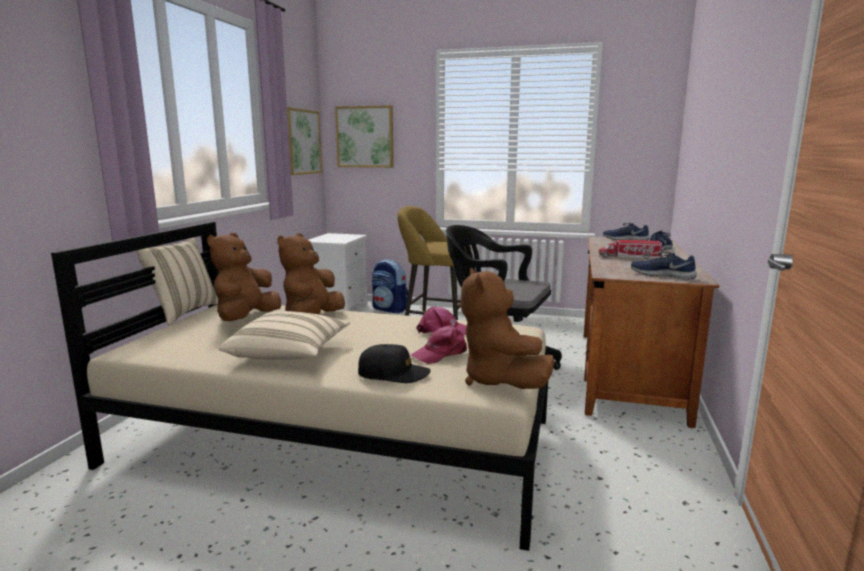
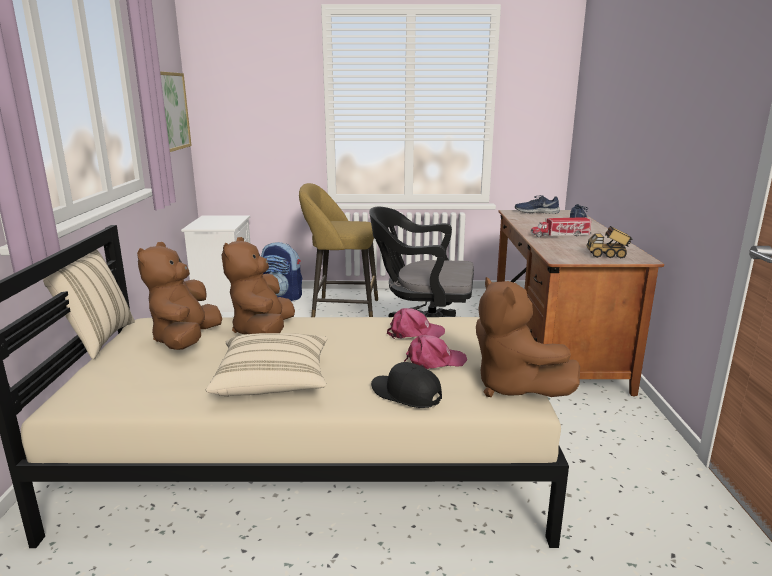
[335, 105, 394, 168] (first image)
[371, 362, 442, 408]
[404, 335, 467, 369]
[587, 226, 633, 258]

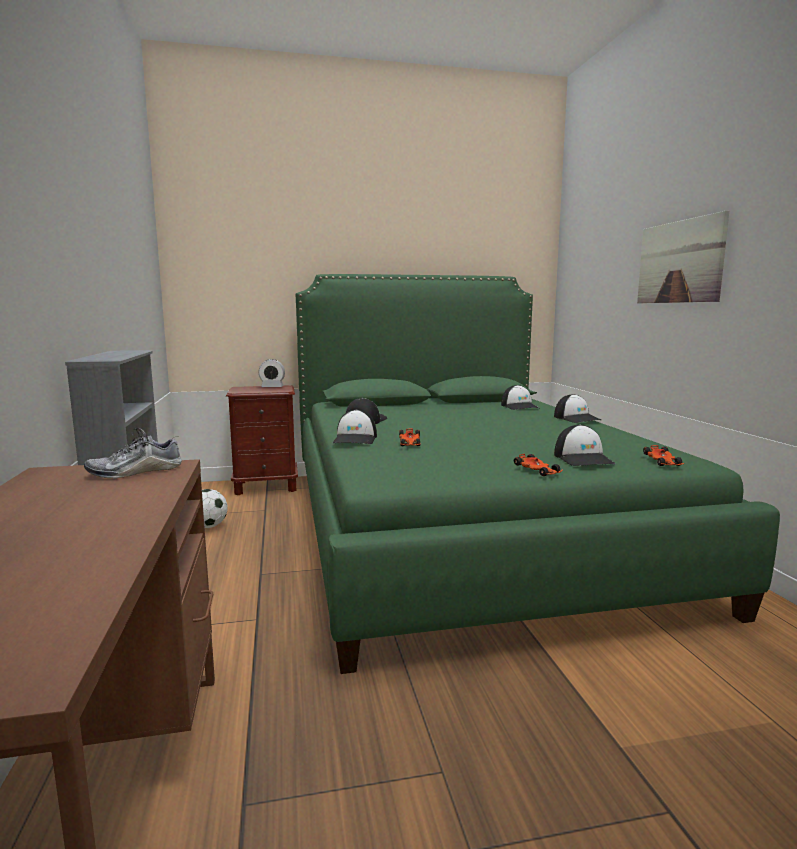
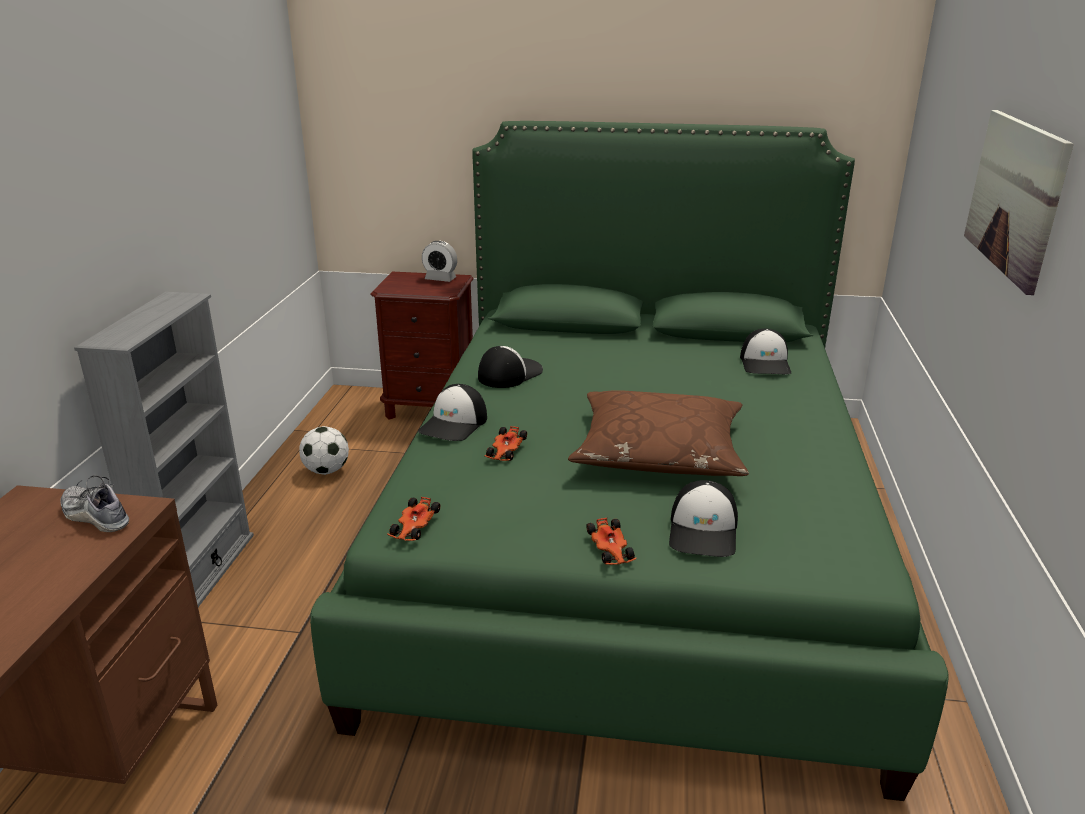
[60, 475, 129, 532]
[554, 394, 601, 423] (first image)
[387, 497, 440, 541]
[568, 390, 749, 476]

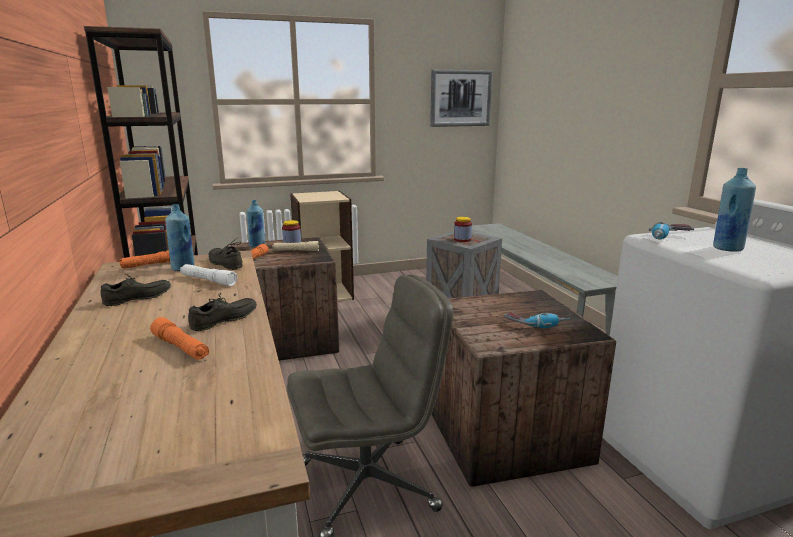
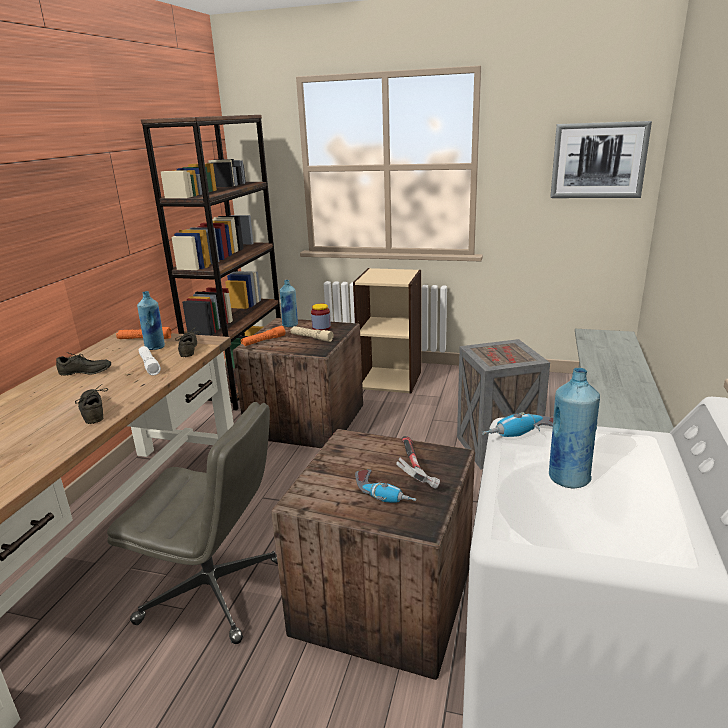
[150, 317, 209, 360] (first image)
[75, 384, 108, 424]
[454, 217, 472, 242] (first image)
[396, 436, 440, 489]

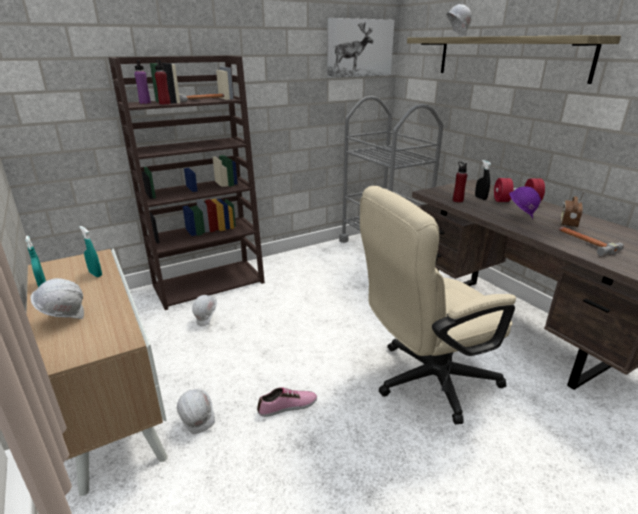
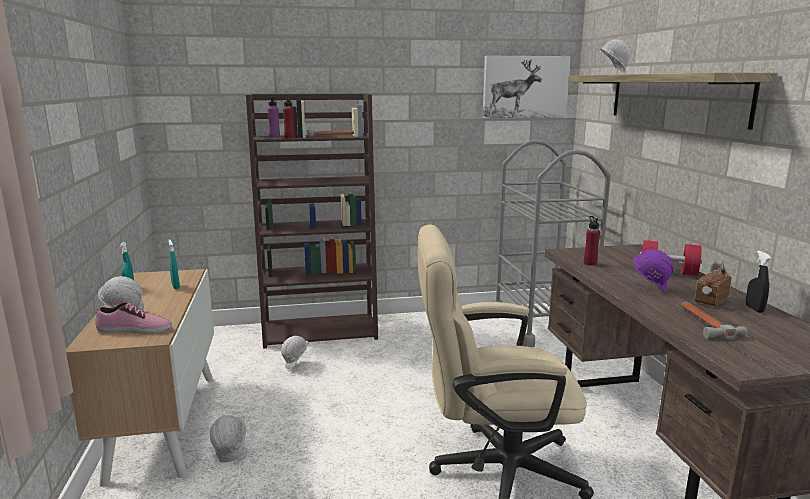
[96, 302, 172, 334]
[746, 251, 771, 313]

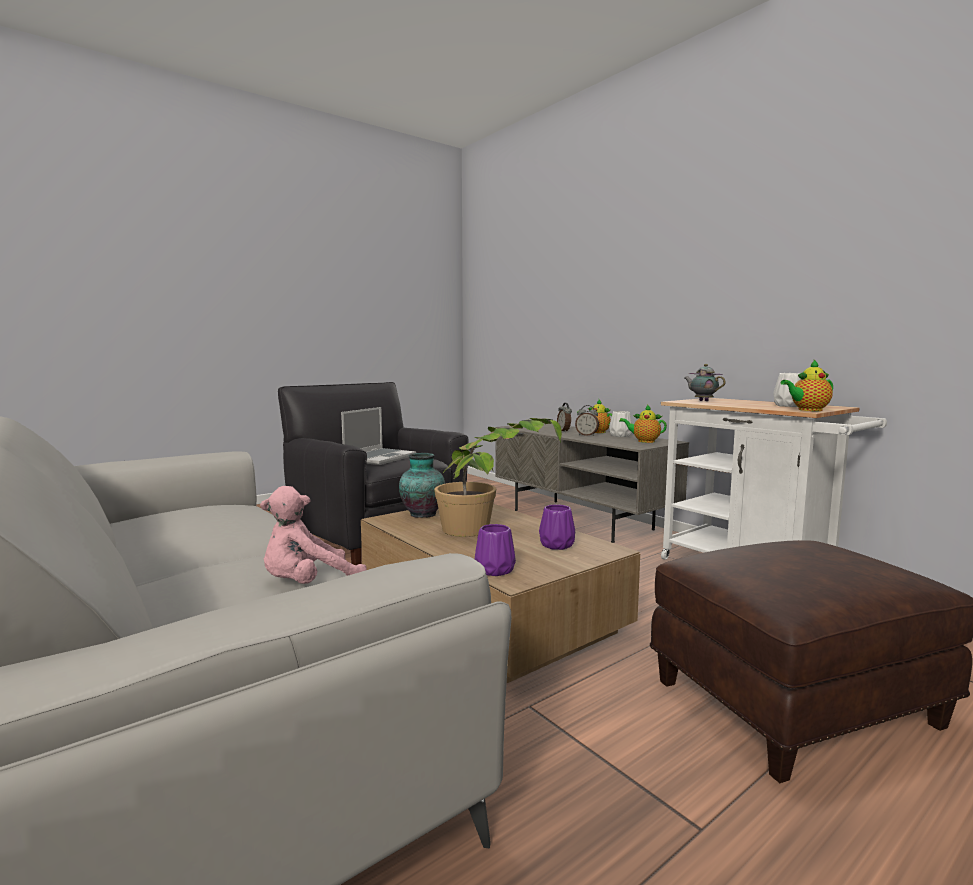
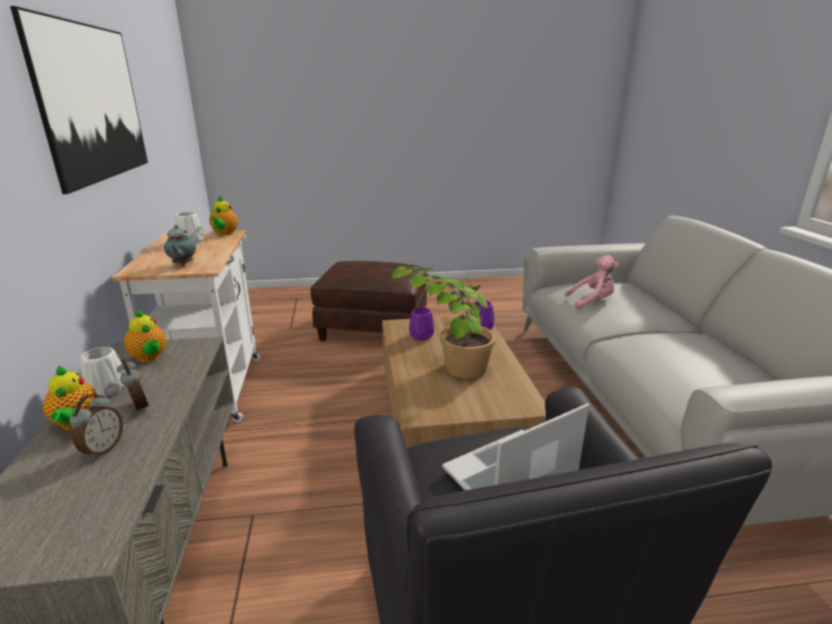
[399, 453, 445, 518] (first image)
[209, 195, 238, 236]
[10, 6, 148, 194]

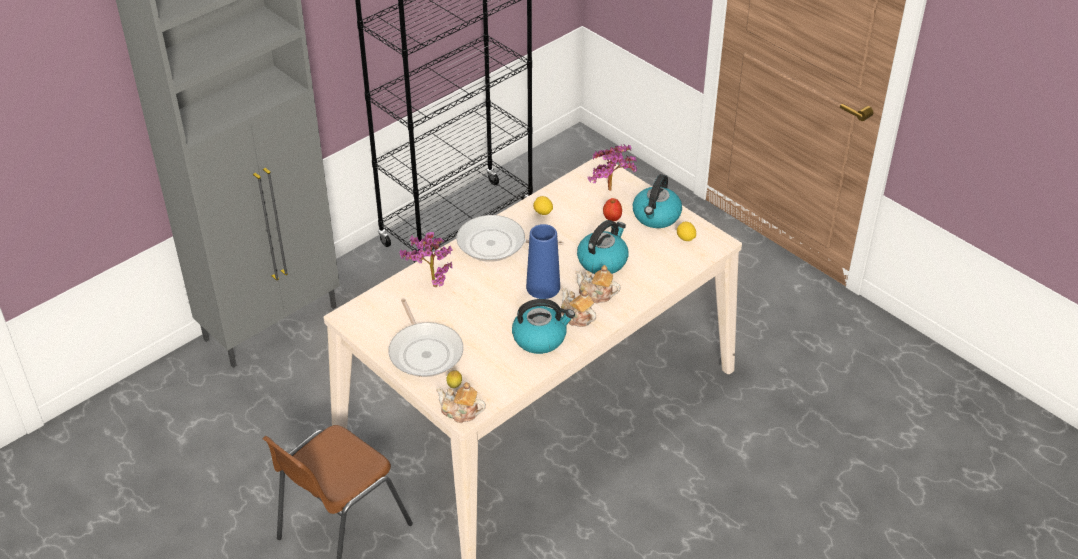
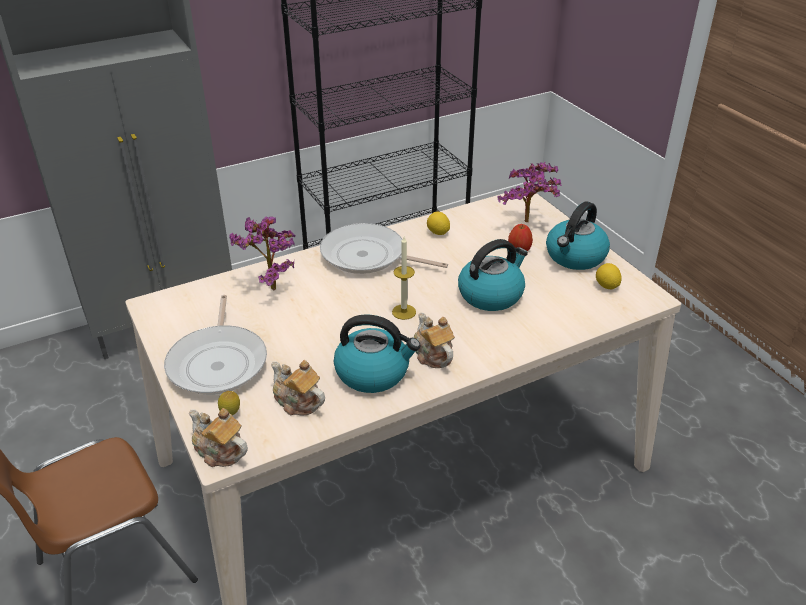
[392, 237, 416, 320]
[271, 360, 325, 415]

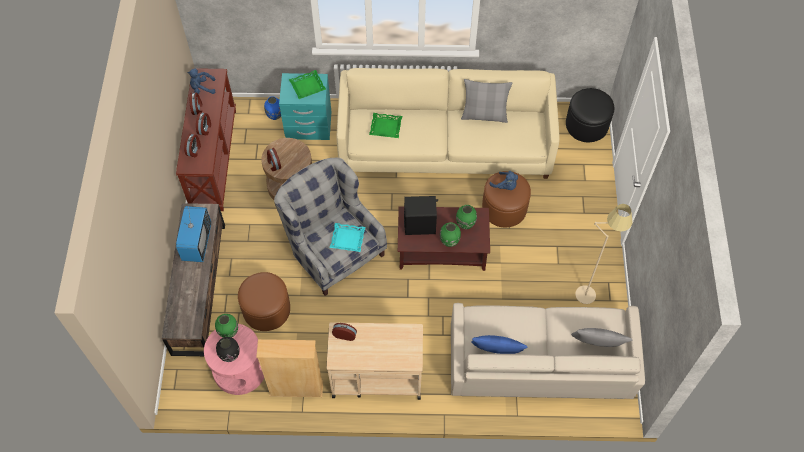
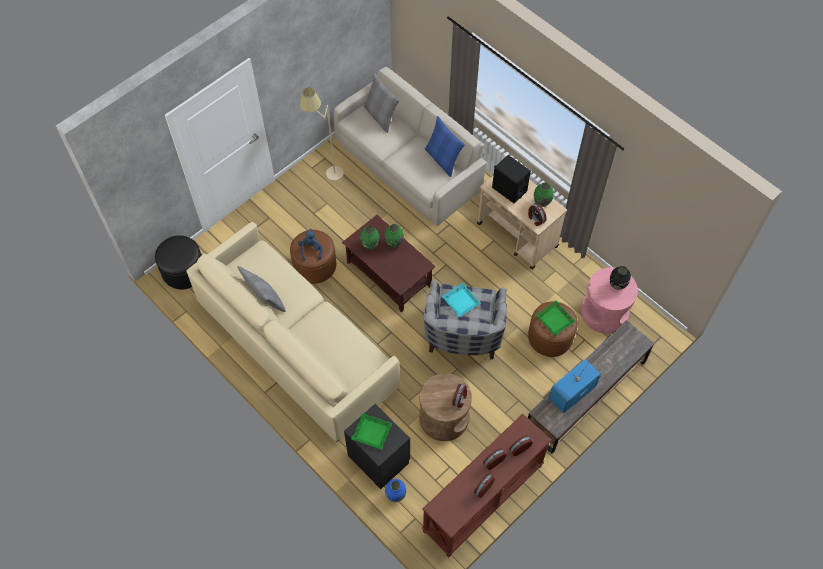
[187, 68, 215, 94] (first image)
[534, 182, 554, 207]
[256, 339, 323, 397] (first image)
[344, 404, 410, 489]
[536, 301, 575, 336]
[492, 155, 531, 203]

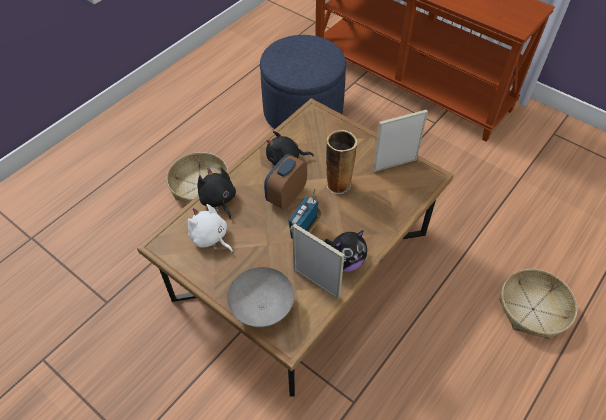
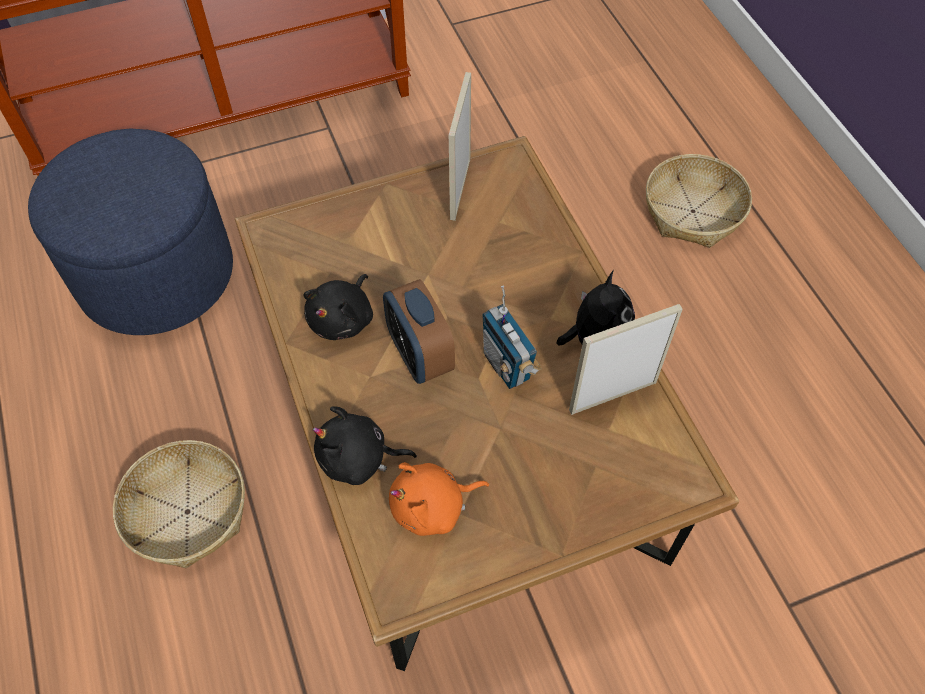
[389, 462, 489, 536]
[227, 267, 294, 327] (first image)
[326, 129, 358, 195] (first image)

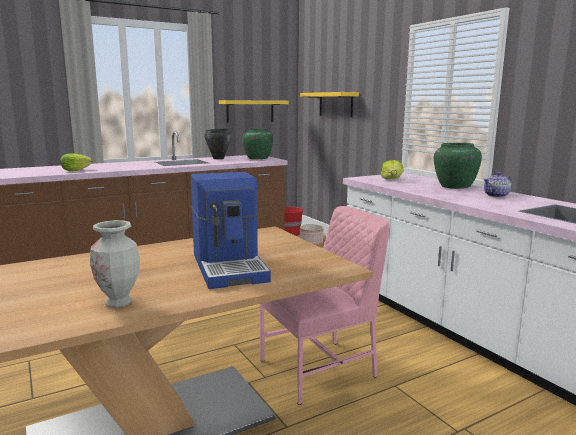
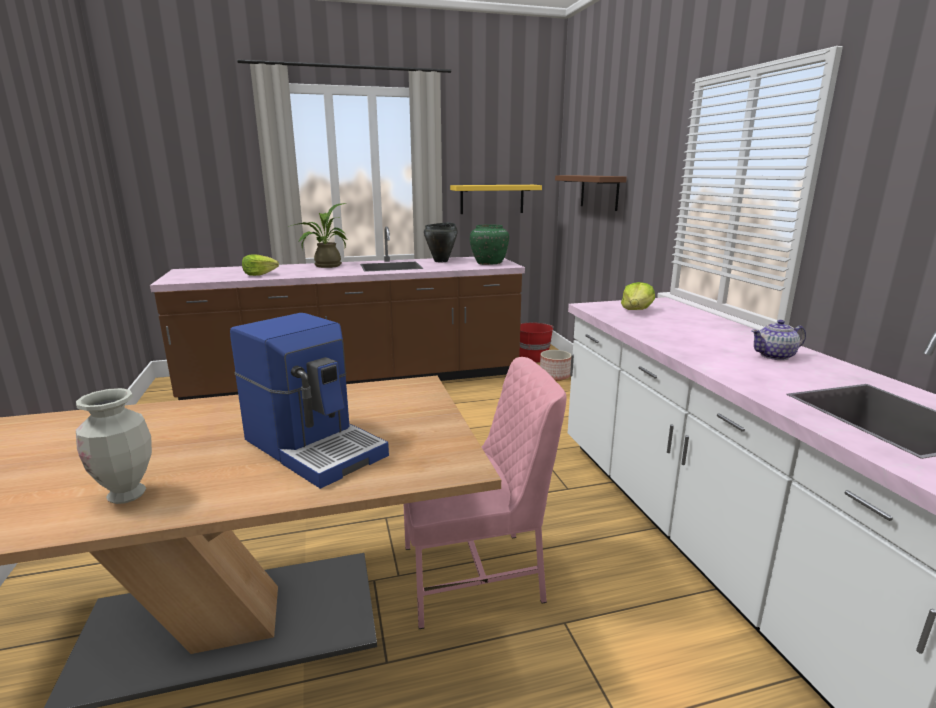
[230, 313, 389, 489]
[555, 175, 627, 211]
[434, 143, 482, 189] (first image)
[288, 203, 348, 268]

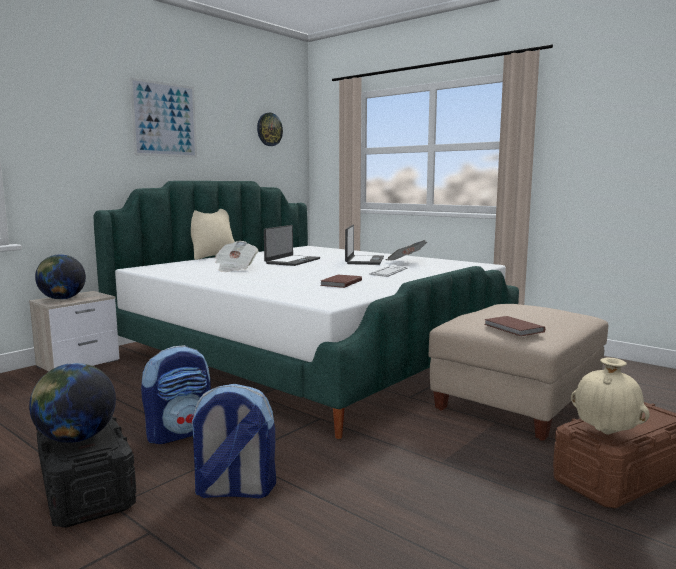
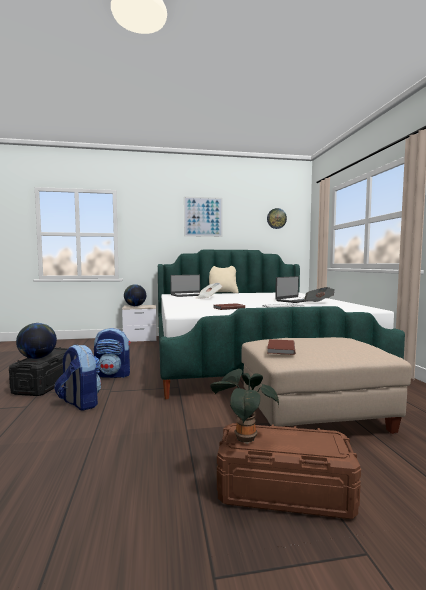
[170, 275, 200, 297]
[210, 369, 279, 444]

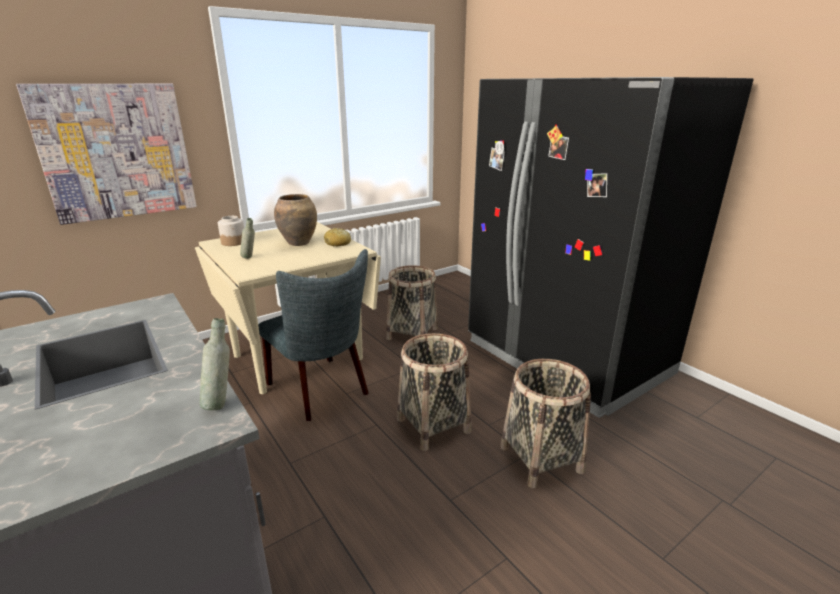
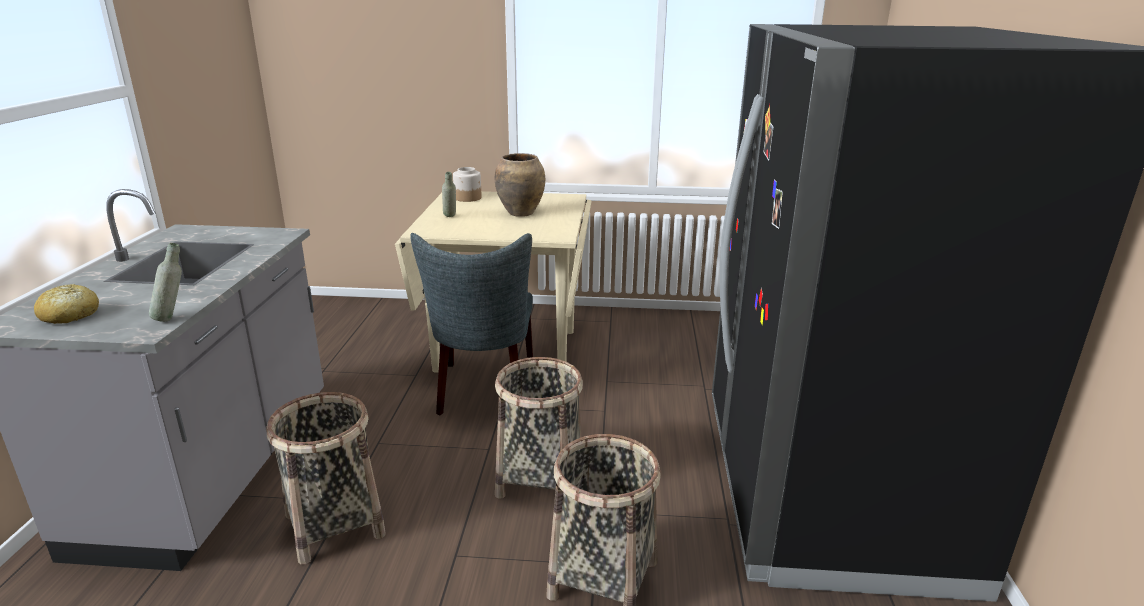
[16, 84, 197, 225] (first image)
[34, 284, 99, 324]
[267, 392, 386, 565]

